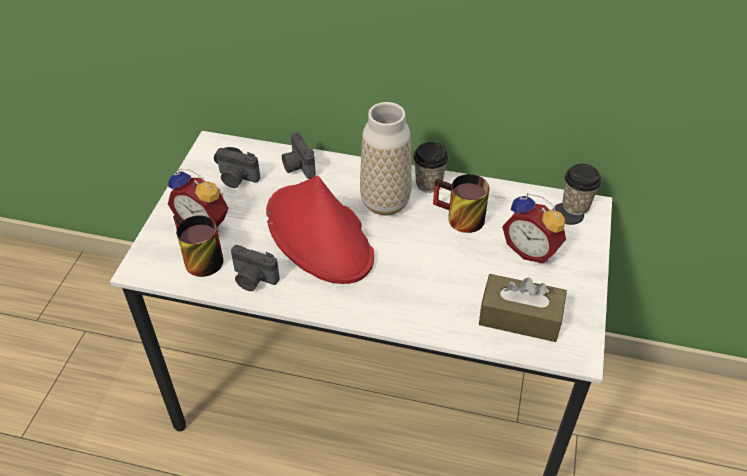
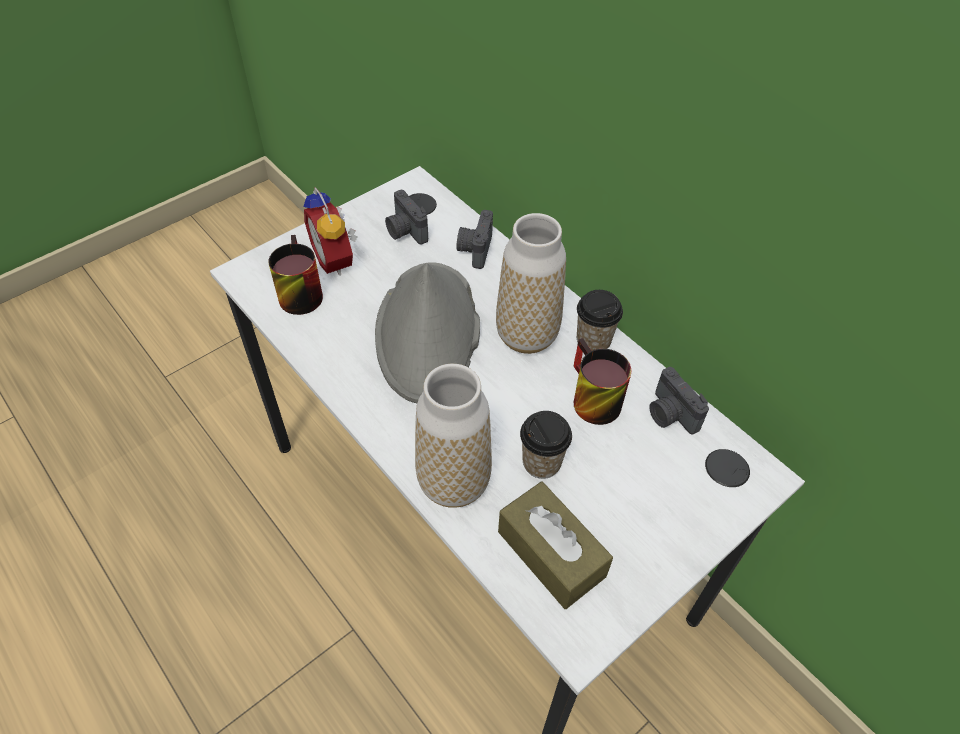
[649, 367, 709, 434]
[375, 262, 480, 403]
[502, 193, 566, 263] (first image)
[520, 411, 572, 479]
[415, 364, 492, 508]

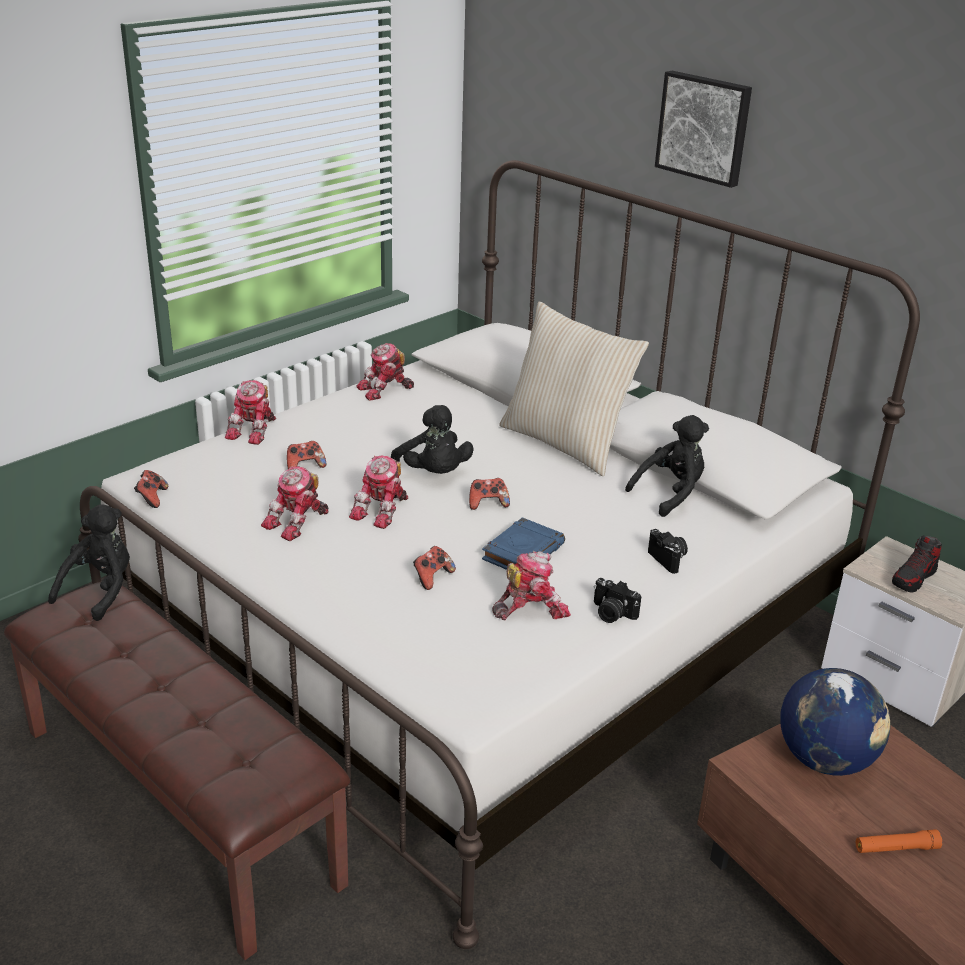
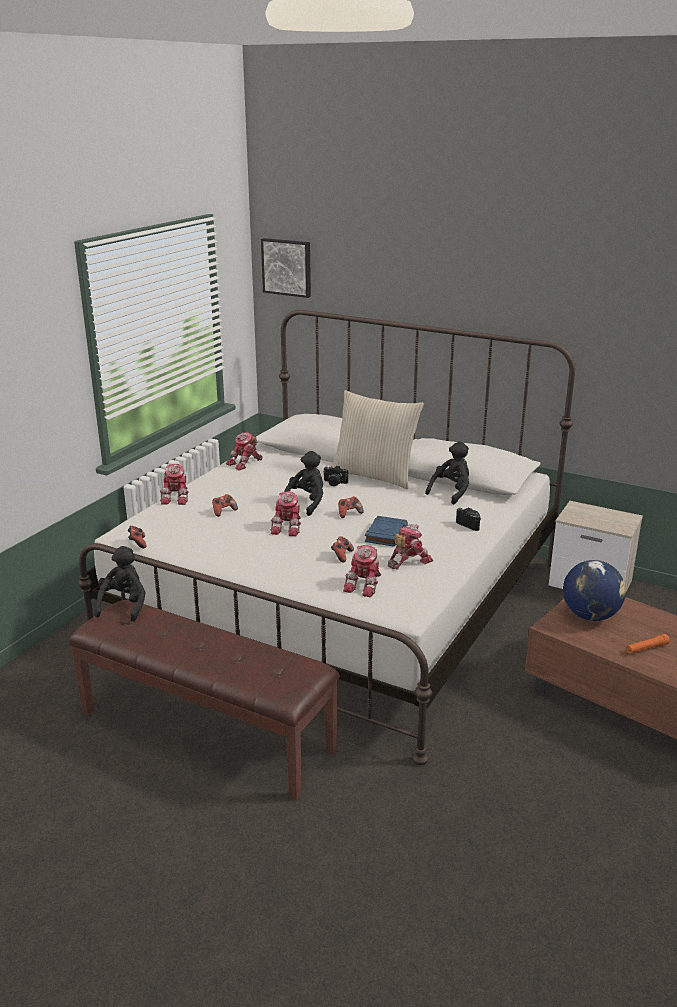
[343, 545, 382, 597]
[284, 451, 323, 516]
[323, 465, 348, 486]
[261, 238, 311, 298]
[892, 535, 942, 593] (first image)

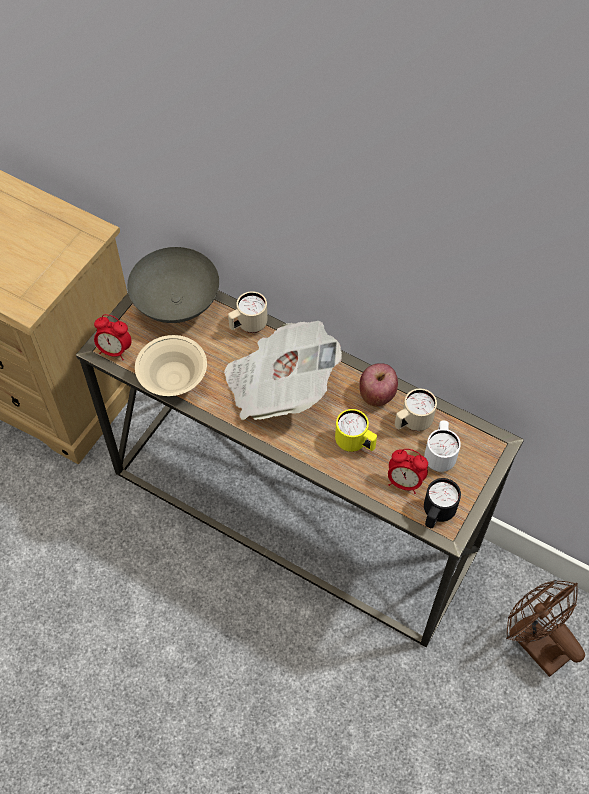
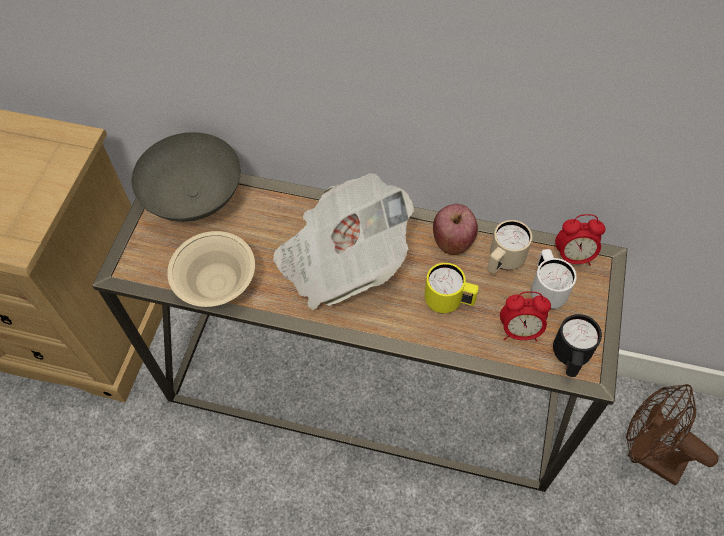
[555, 214, 606, 266]
[228, 291, 268, 333] (first image)

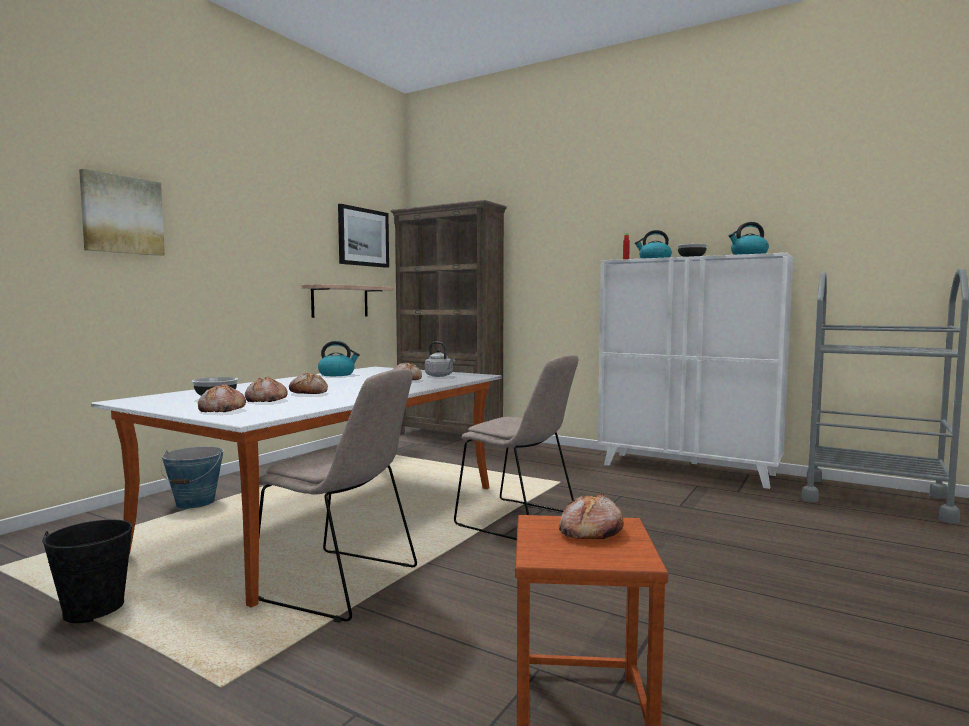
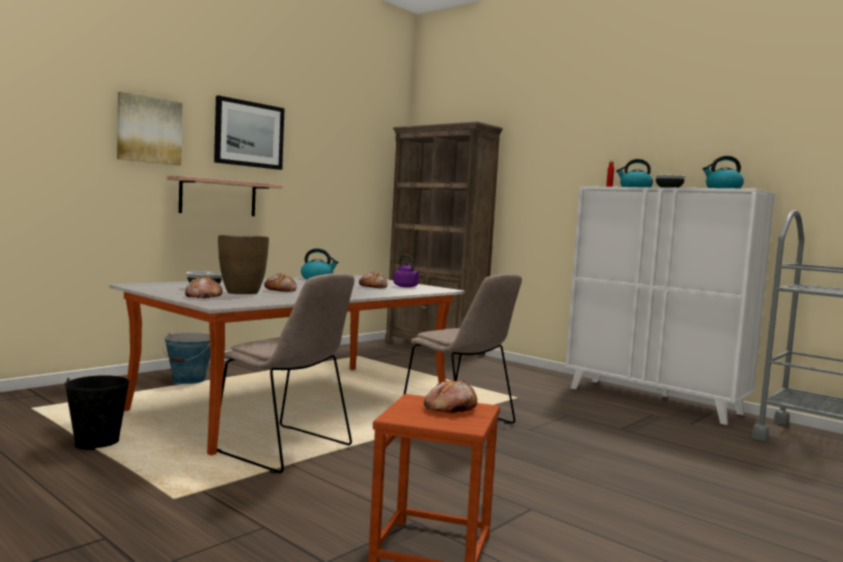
[218, 235, 269, 294]
[167, 176, 283, 216]
[214, 95, 285, 170]
[393, 255, 420, 288]

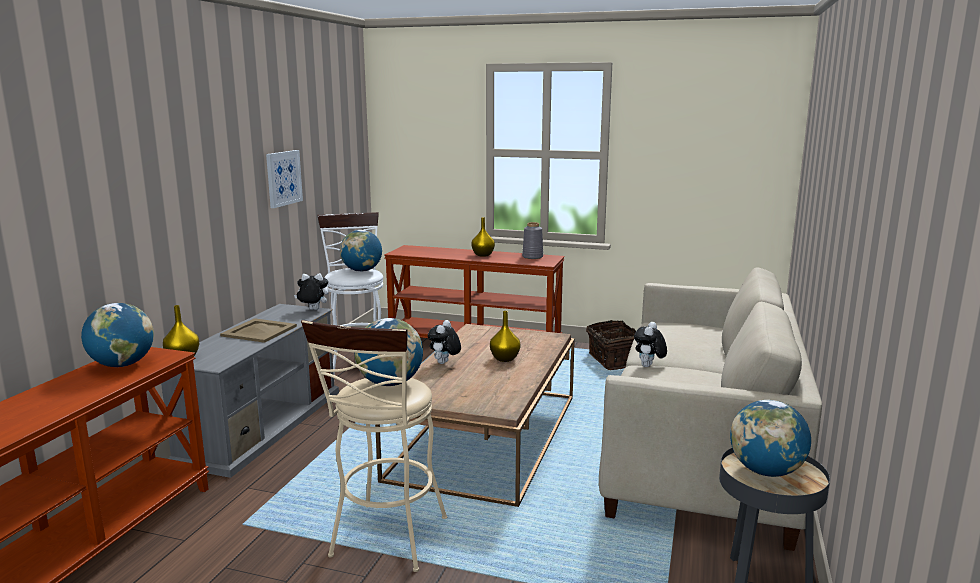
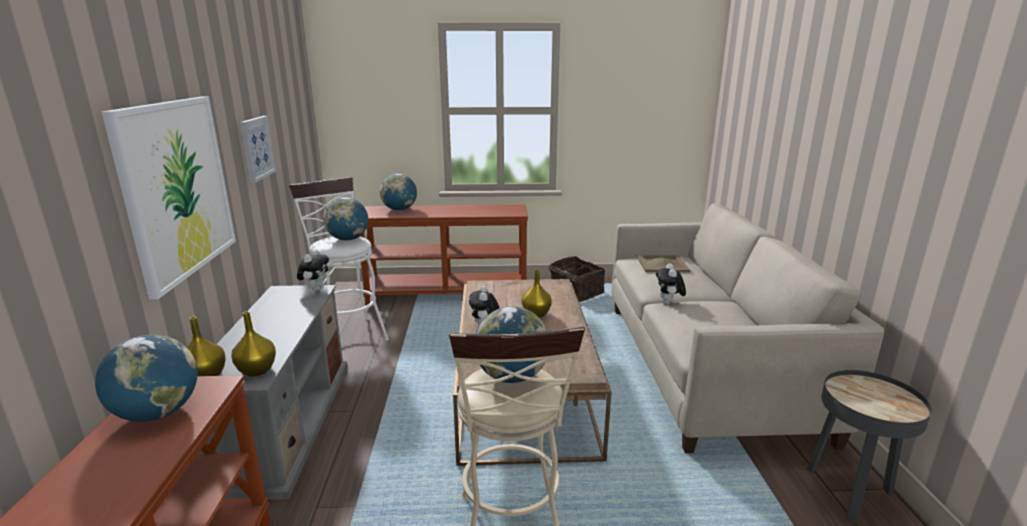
[637, 255, 690, 272]
[297, 249, 329, 291]
[231, 311, 276, 377]
[522, 222, 543, 259] (first image)
[380, 174, 417, 211]
[102, 97, 236, 299]

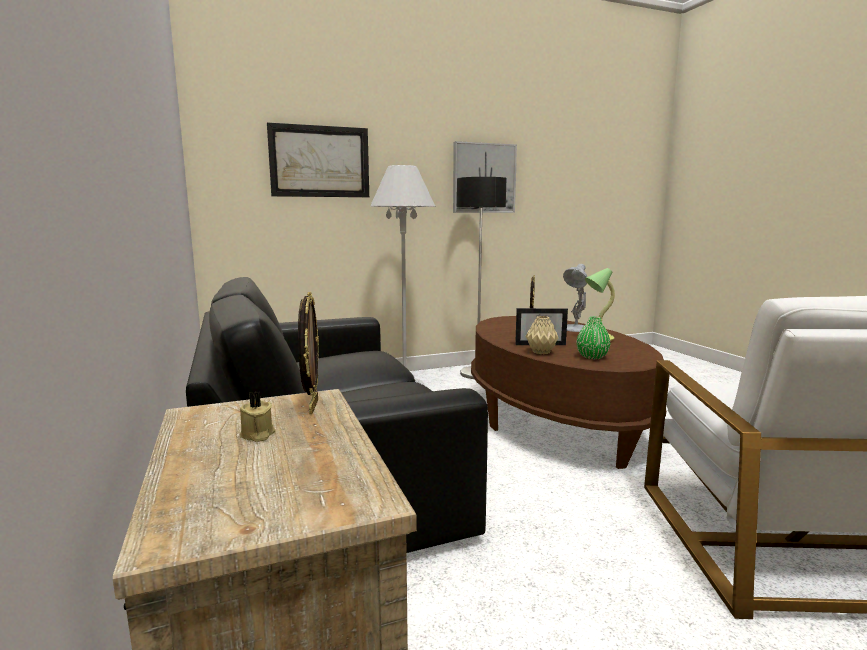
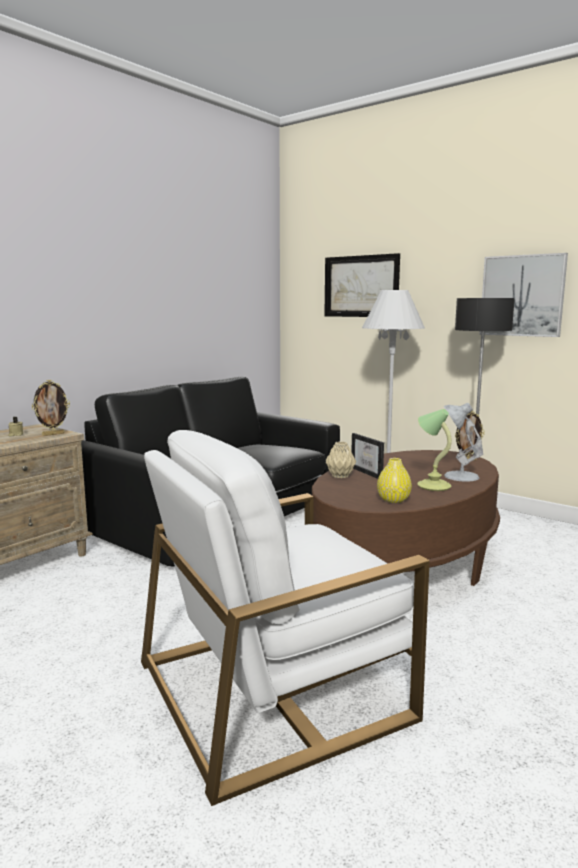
[577, 317, 610, 359] (first image)
[377, 458, 412, 503]

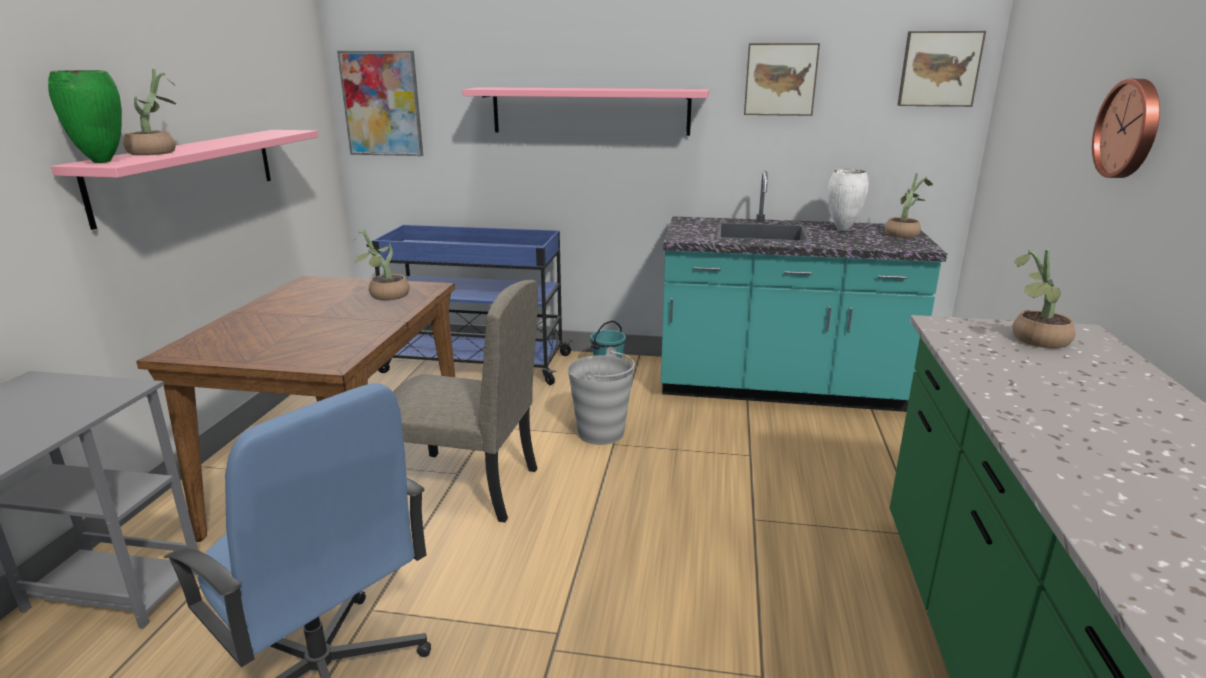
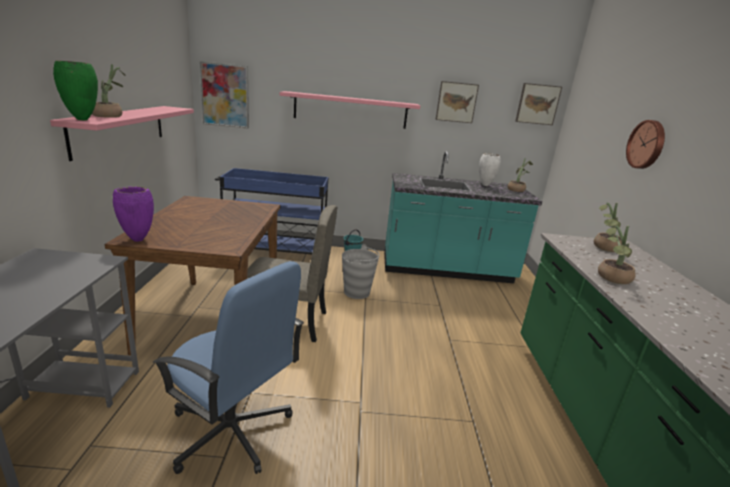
[598, 225, 636, 284]
[113, 186, 154, 242]

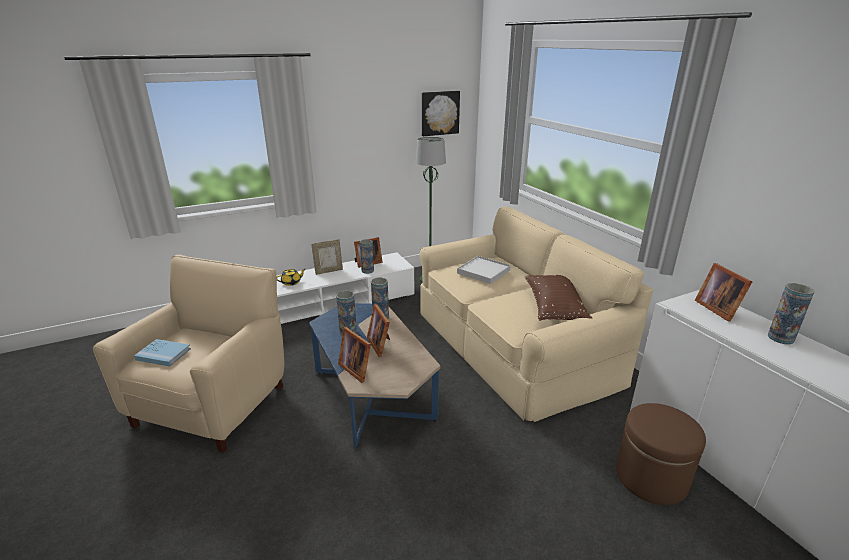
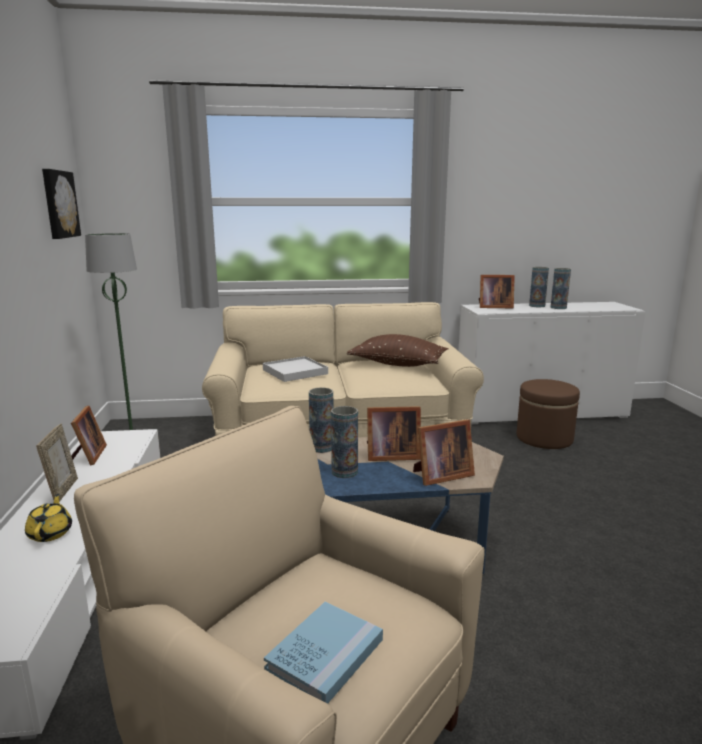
[551, 268, 571, 309]

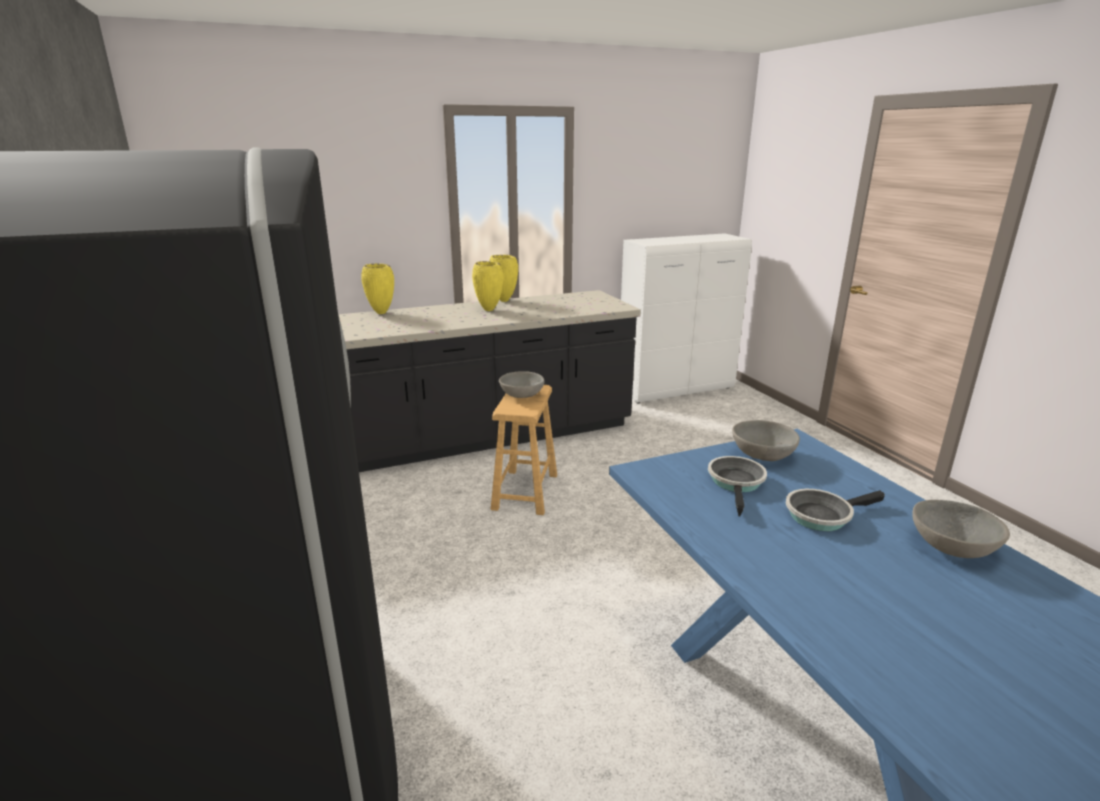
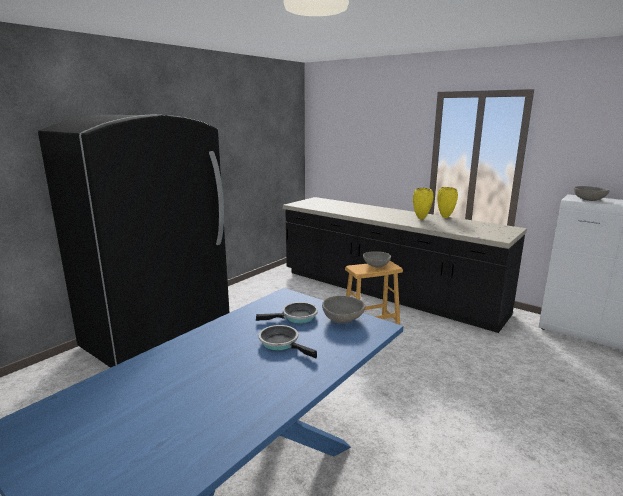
[361, 264, 394, 314] (first image)
[574, 186, 610, 201]

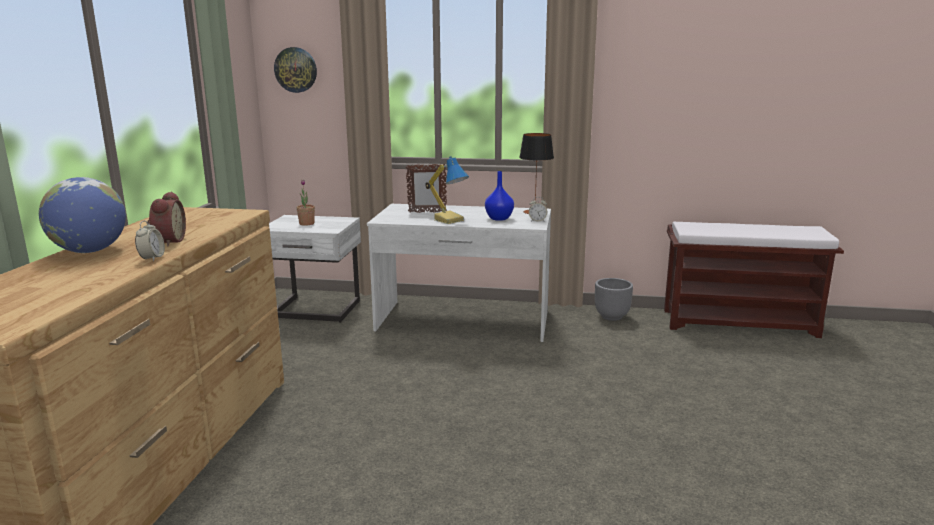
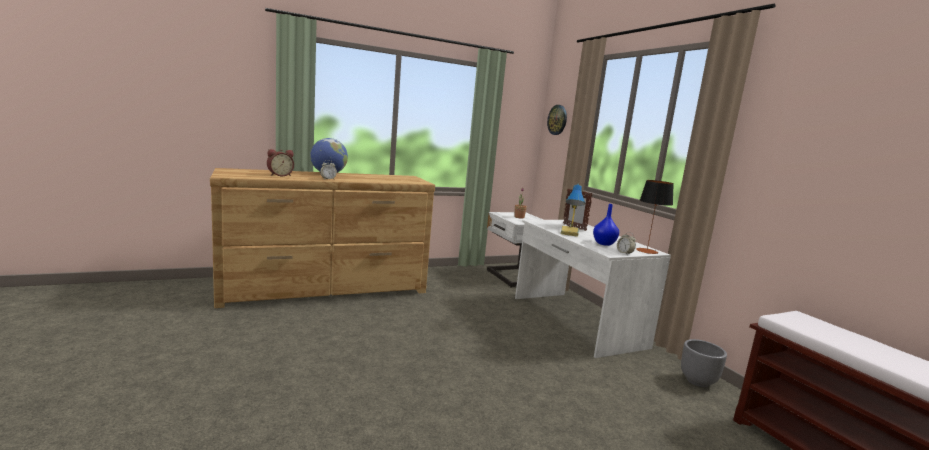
[267, 149, 294, 176]

